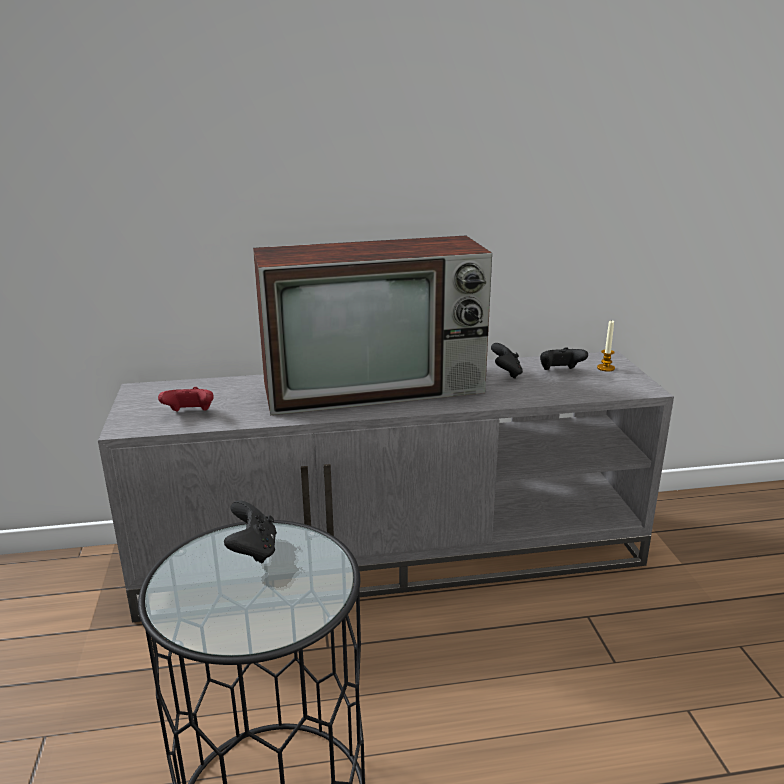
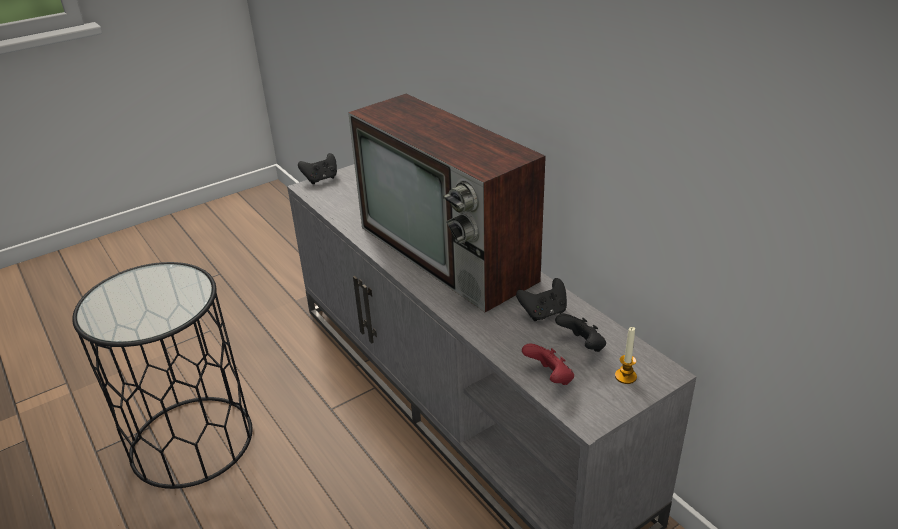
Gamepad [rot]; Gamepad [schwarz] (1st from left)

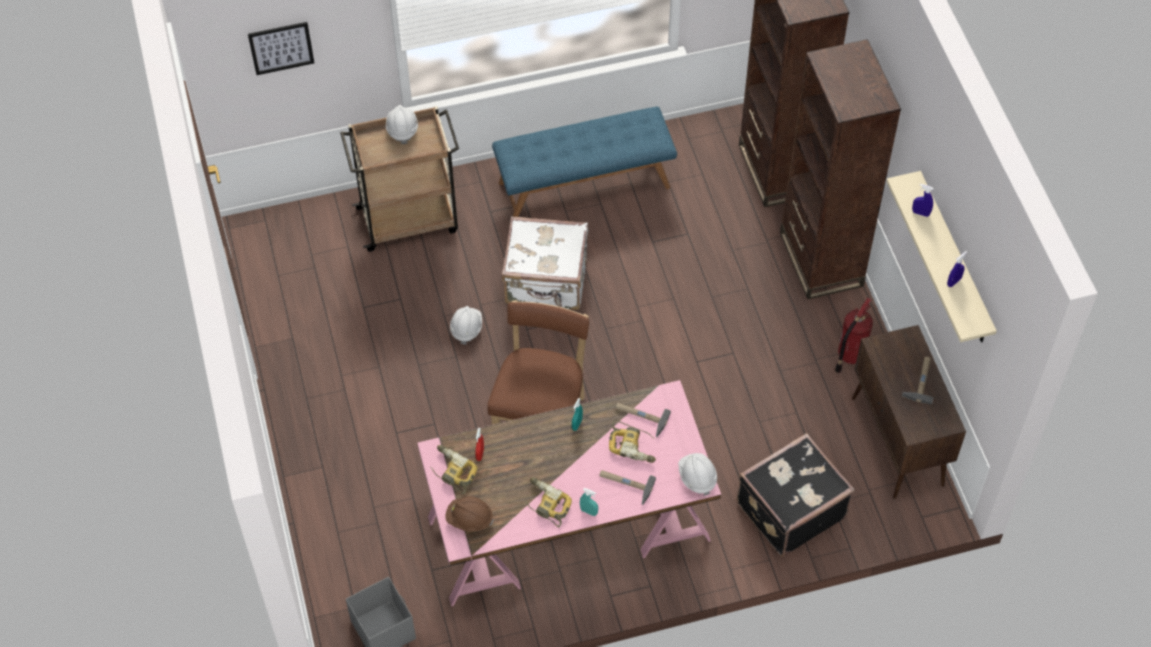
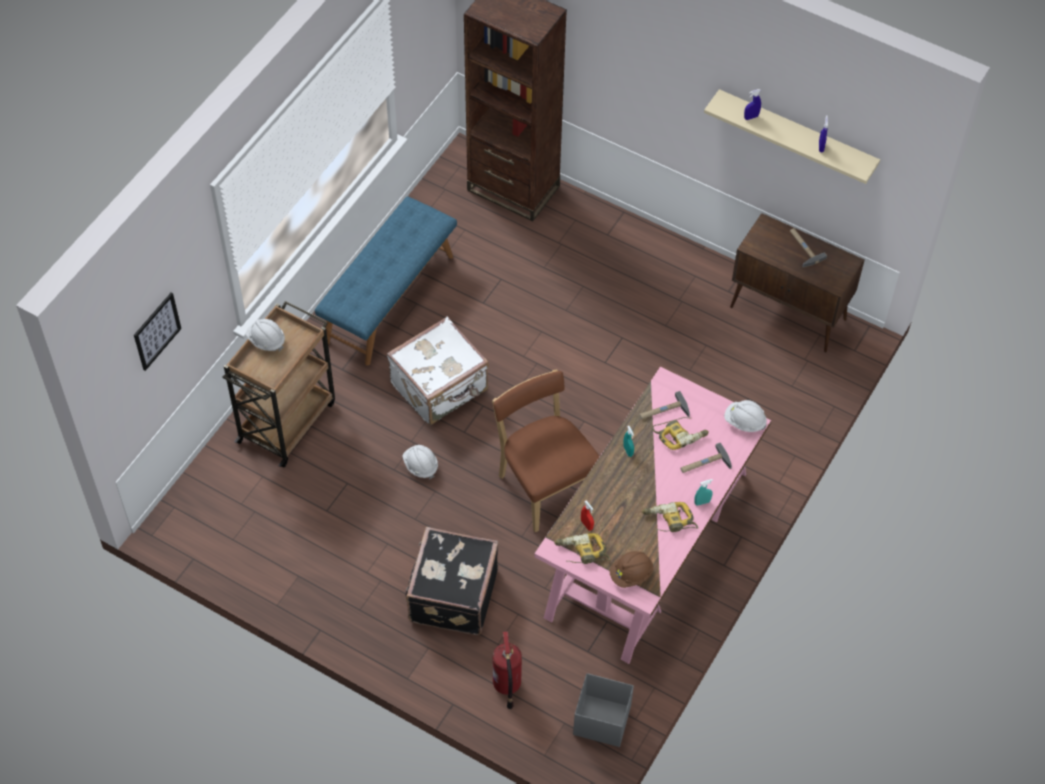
Bücherregal [braun] (2nd from left in the first image); Feuerlöscher; Koffer [schwarz]

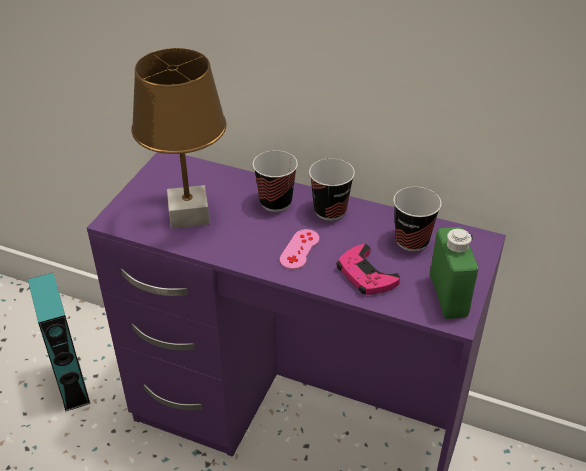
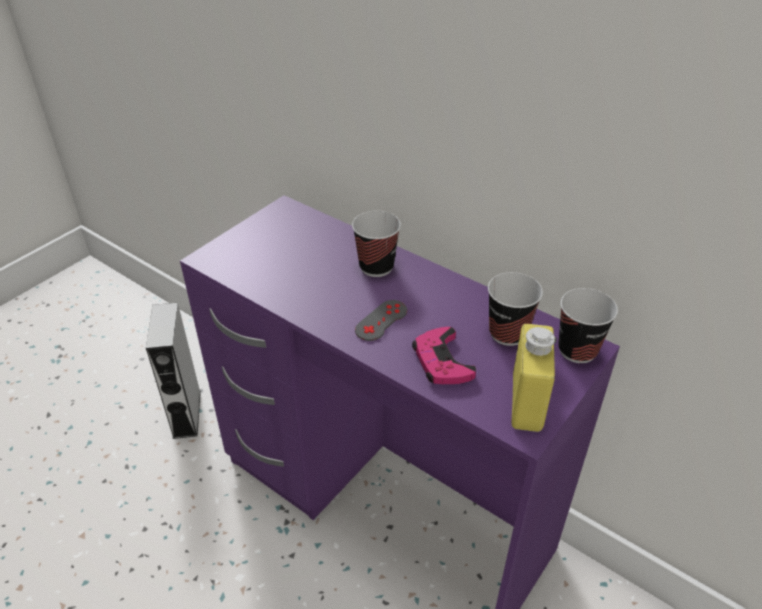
Tischlampe [braun]; Tasse (3rd from left); Flasche [gelb]; Gamepad [grau]; Lautsprecher [grau]

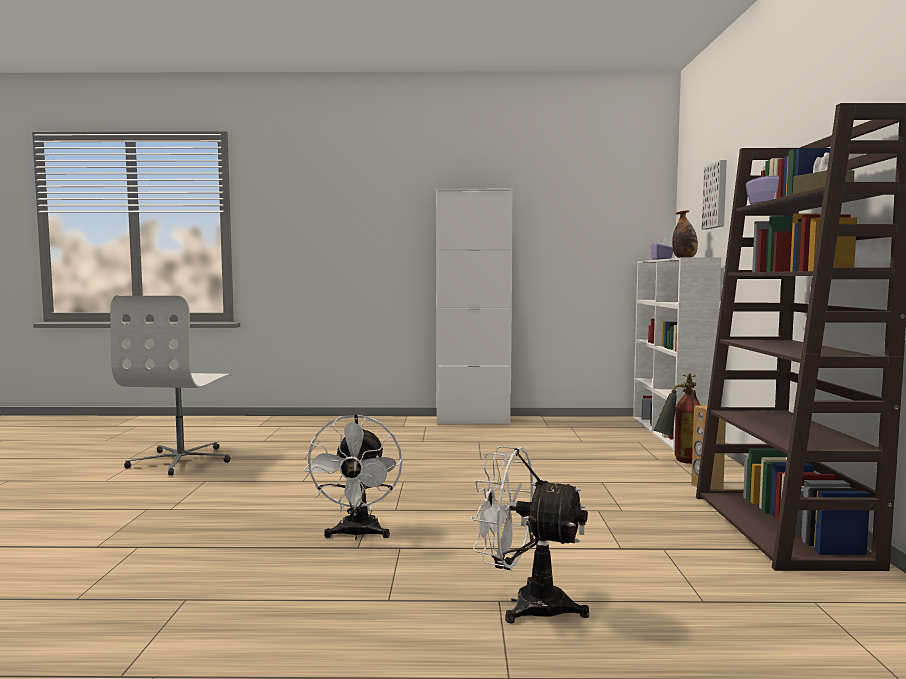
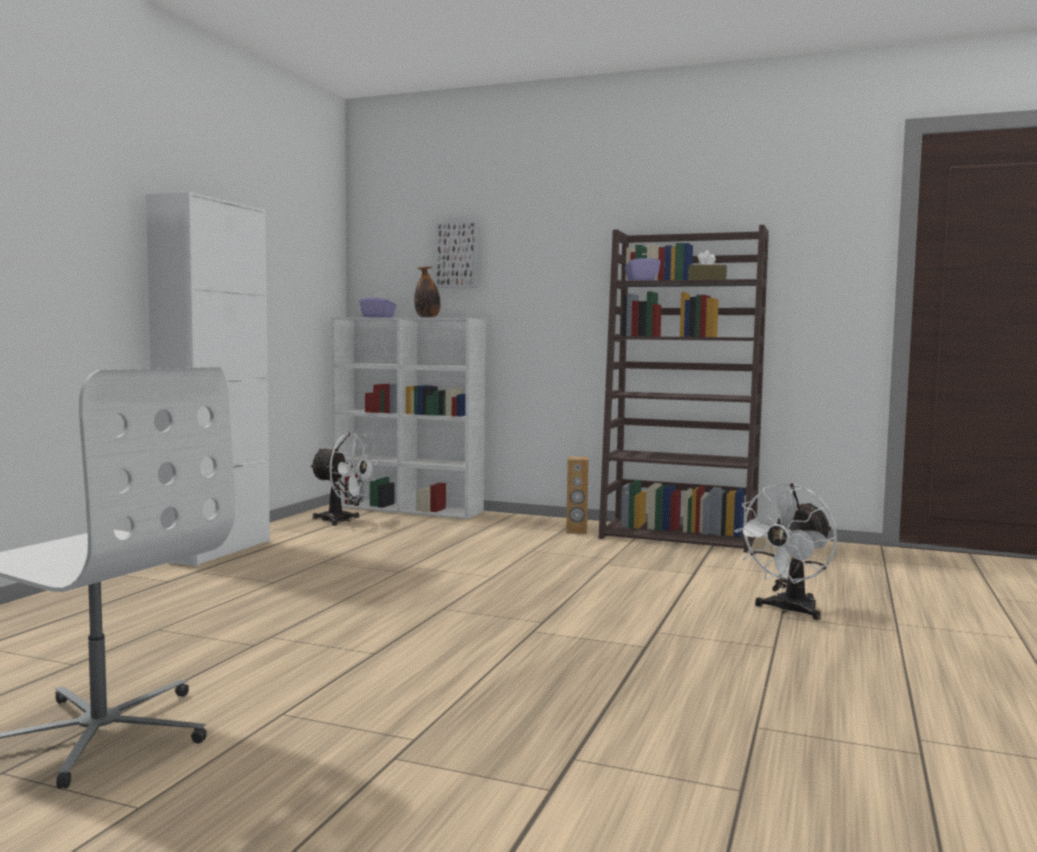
Feuerlöscher; Ventilator [weiß] (1st from left)

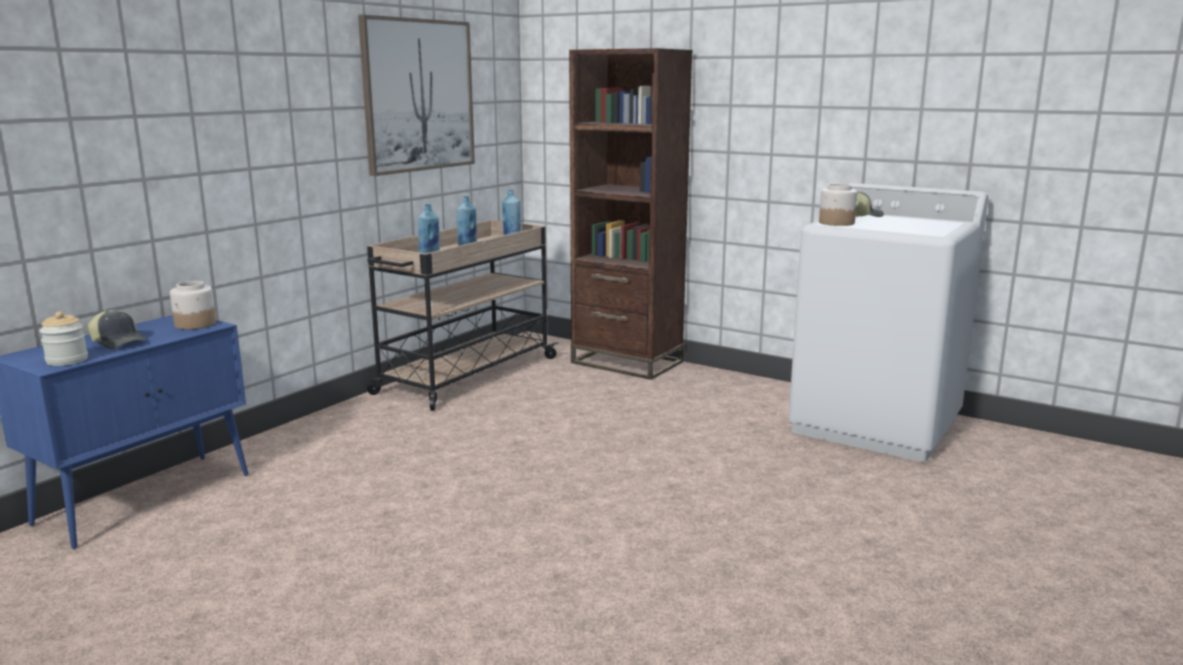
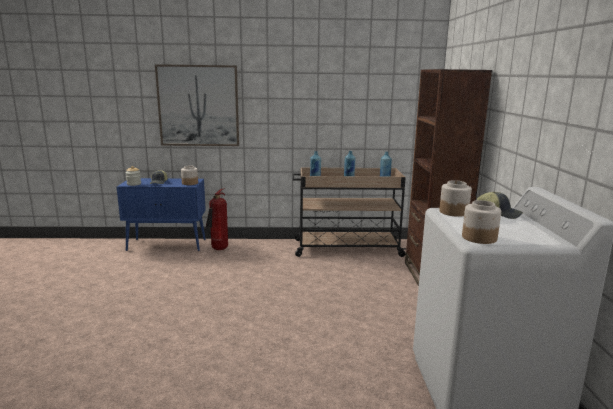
Bild; Feuerlöscher; Vorratsglas (4th from left)

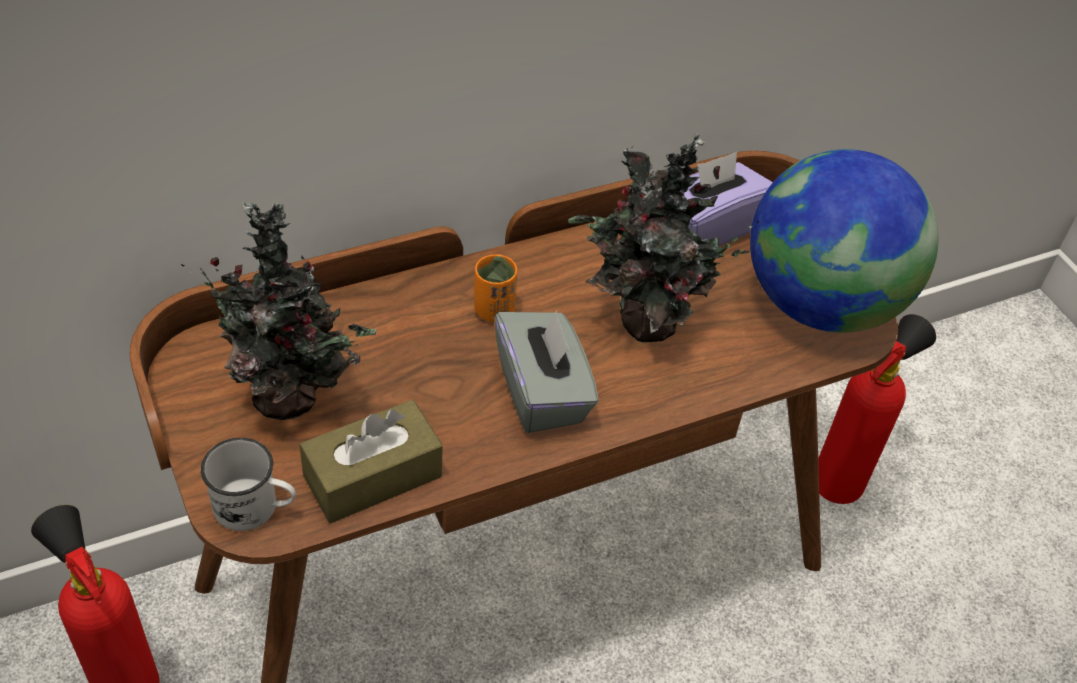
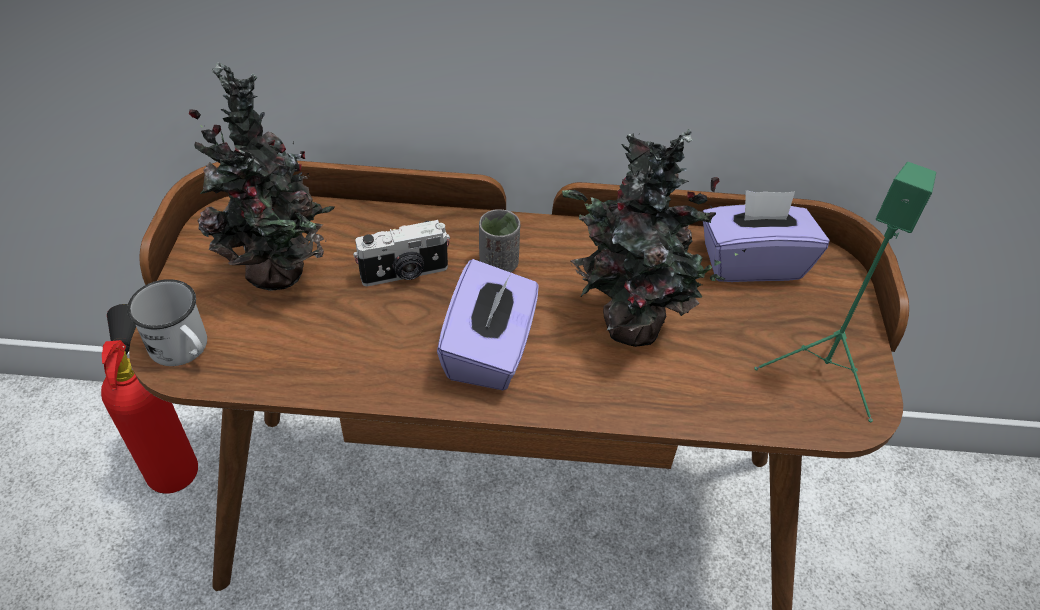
Lautsprecher [grün]; Tasse [grau]; Taschentuchbox [lila] (1st from left); Feuerlöscher (2nd from left in the first image); Taschentuchbox [braun]; Kamera

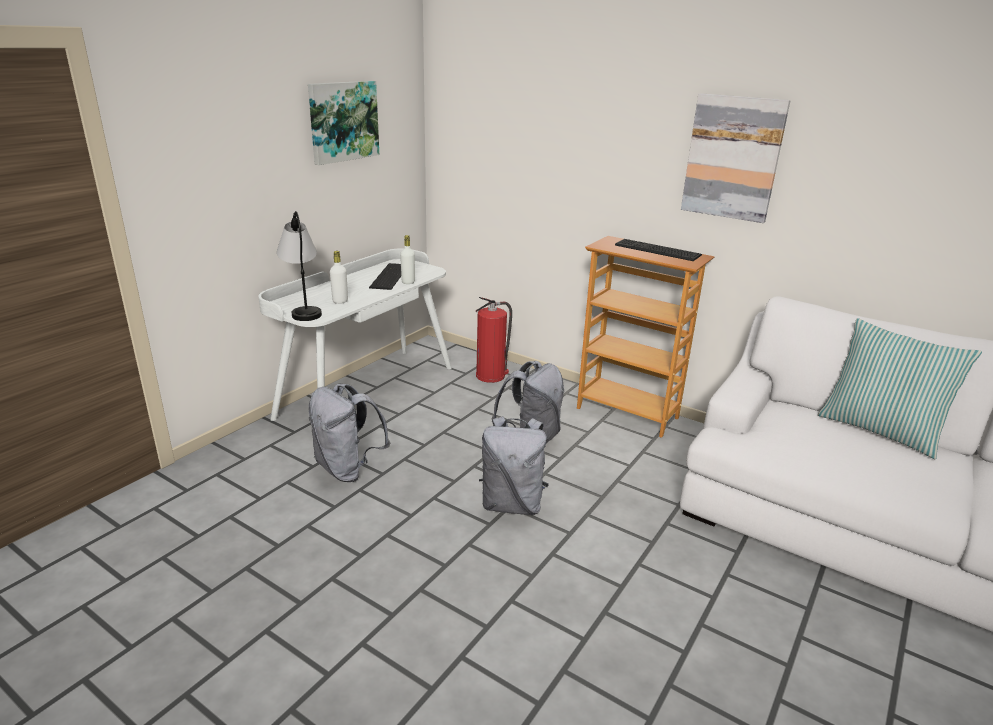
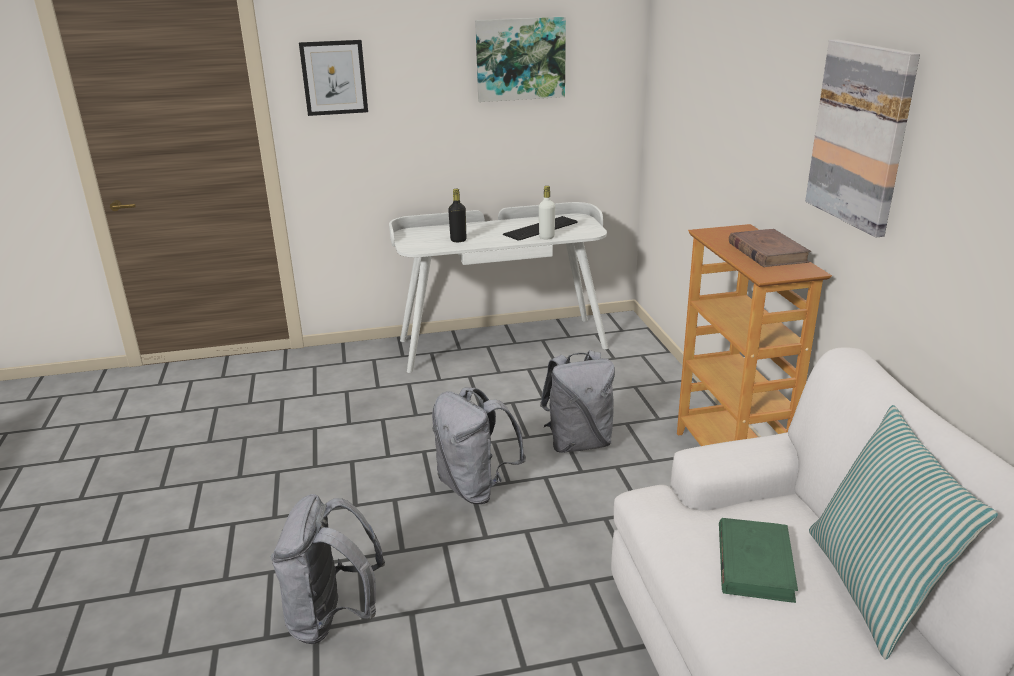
Tischlampe; Buch [braun]; Flasche [schwarz]; Feuerlöscher; Rucksack [grau] (1st from left); Bild (1st from left); Buch [grün]

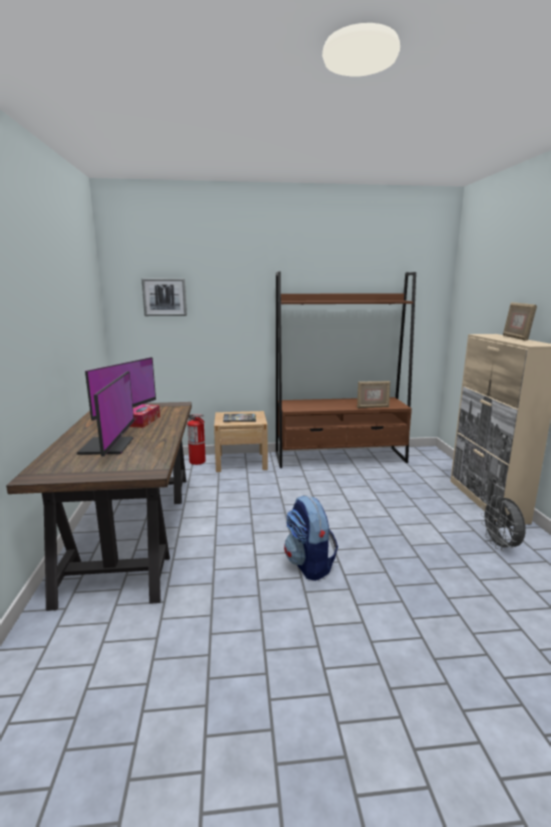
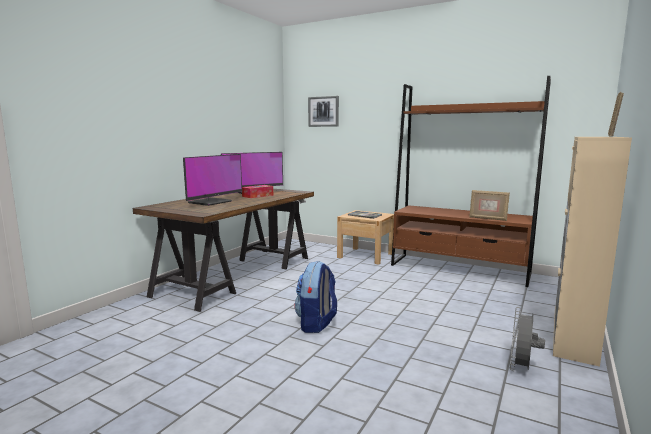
Feuerlöscher

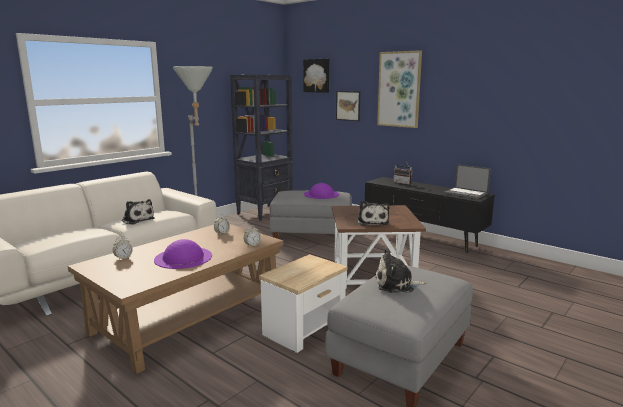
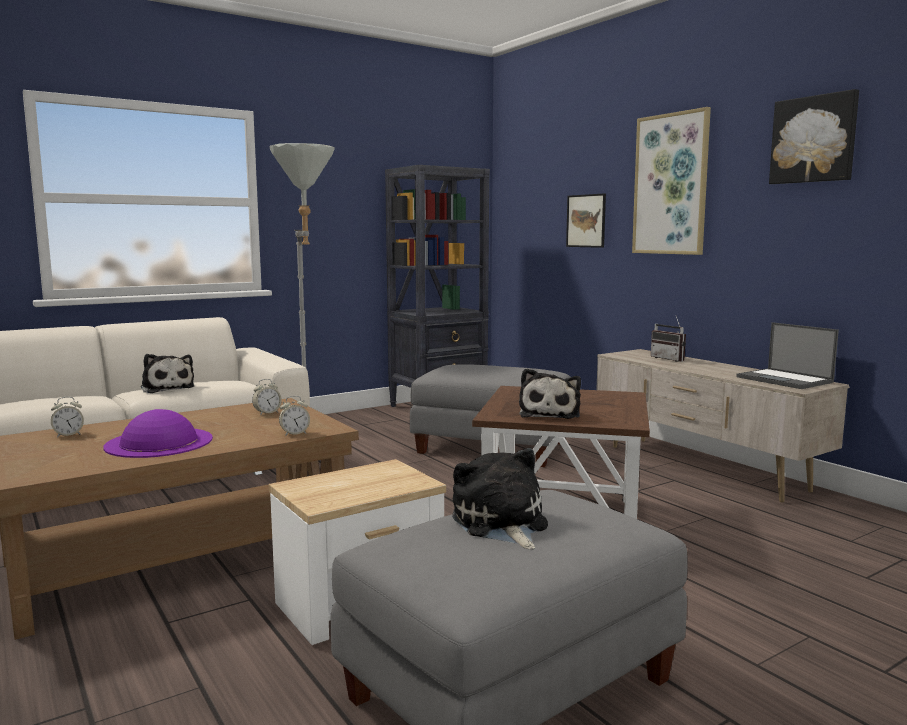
Bild (3rd from left); Fernsehschrank [beige]; Hut [lila] (2nd from left in the first image); Plüschtier (2nd from left)

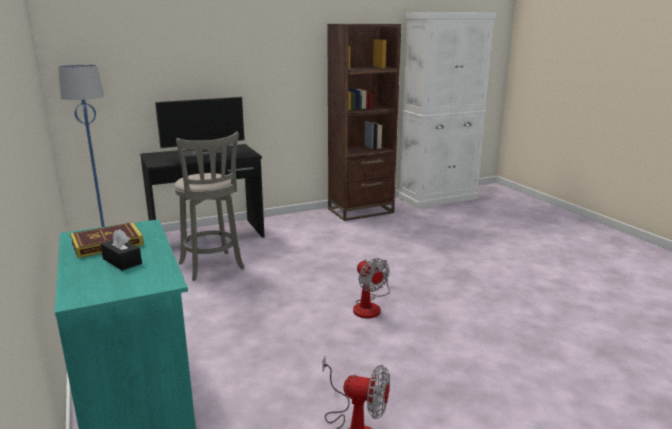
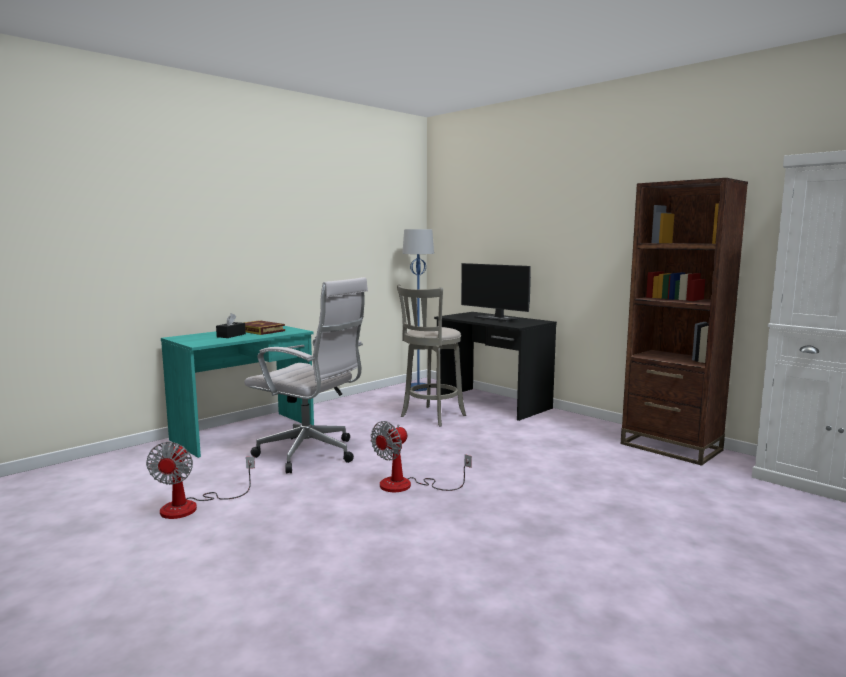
Bürostuhl [weiß]

